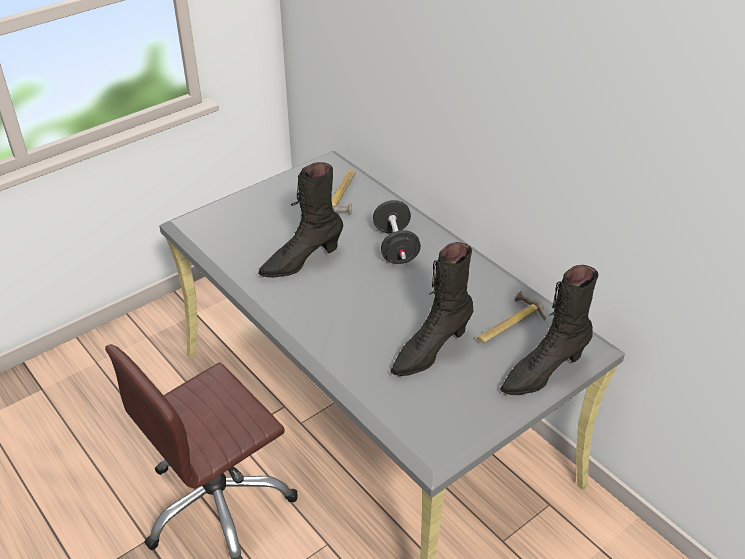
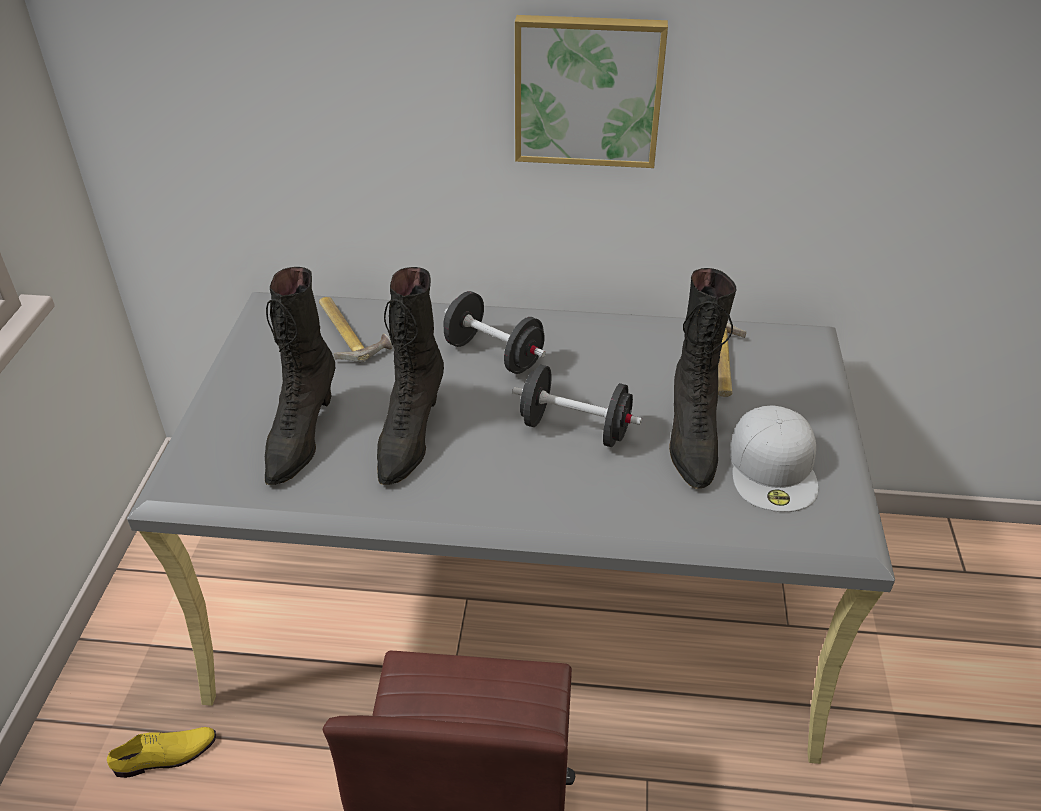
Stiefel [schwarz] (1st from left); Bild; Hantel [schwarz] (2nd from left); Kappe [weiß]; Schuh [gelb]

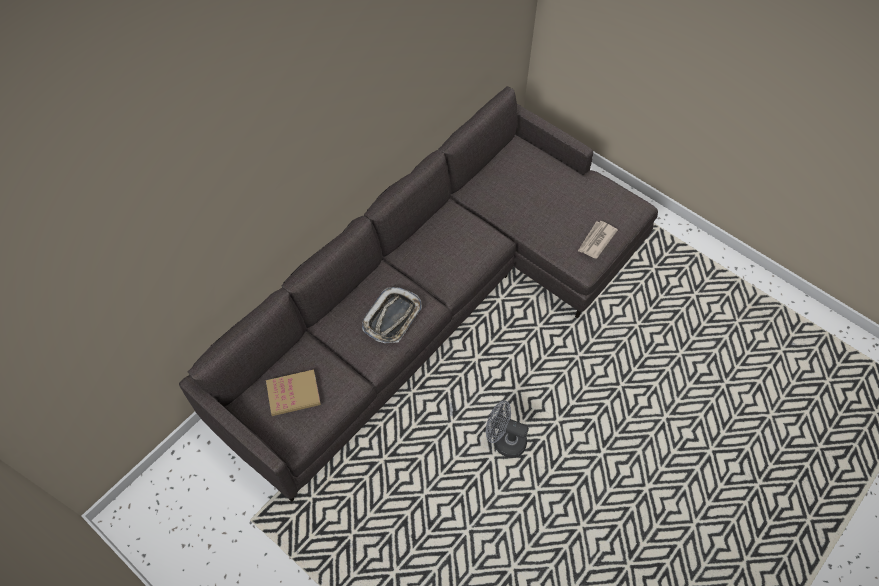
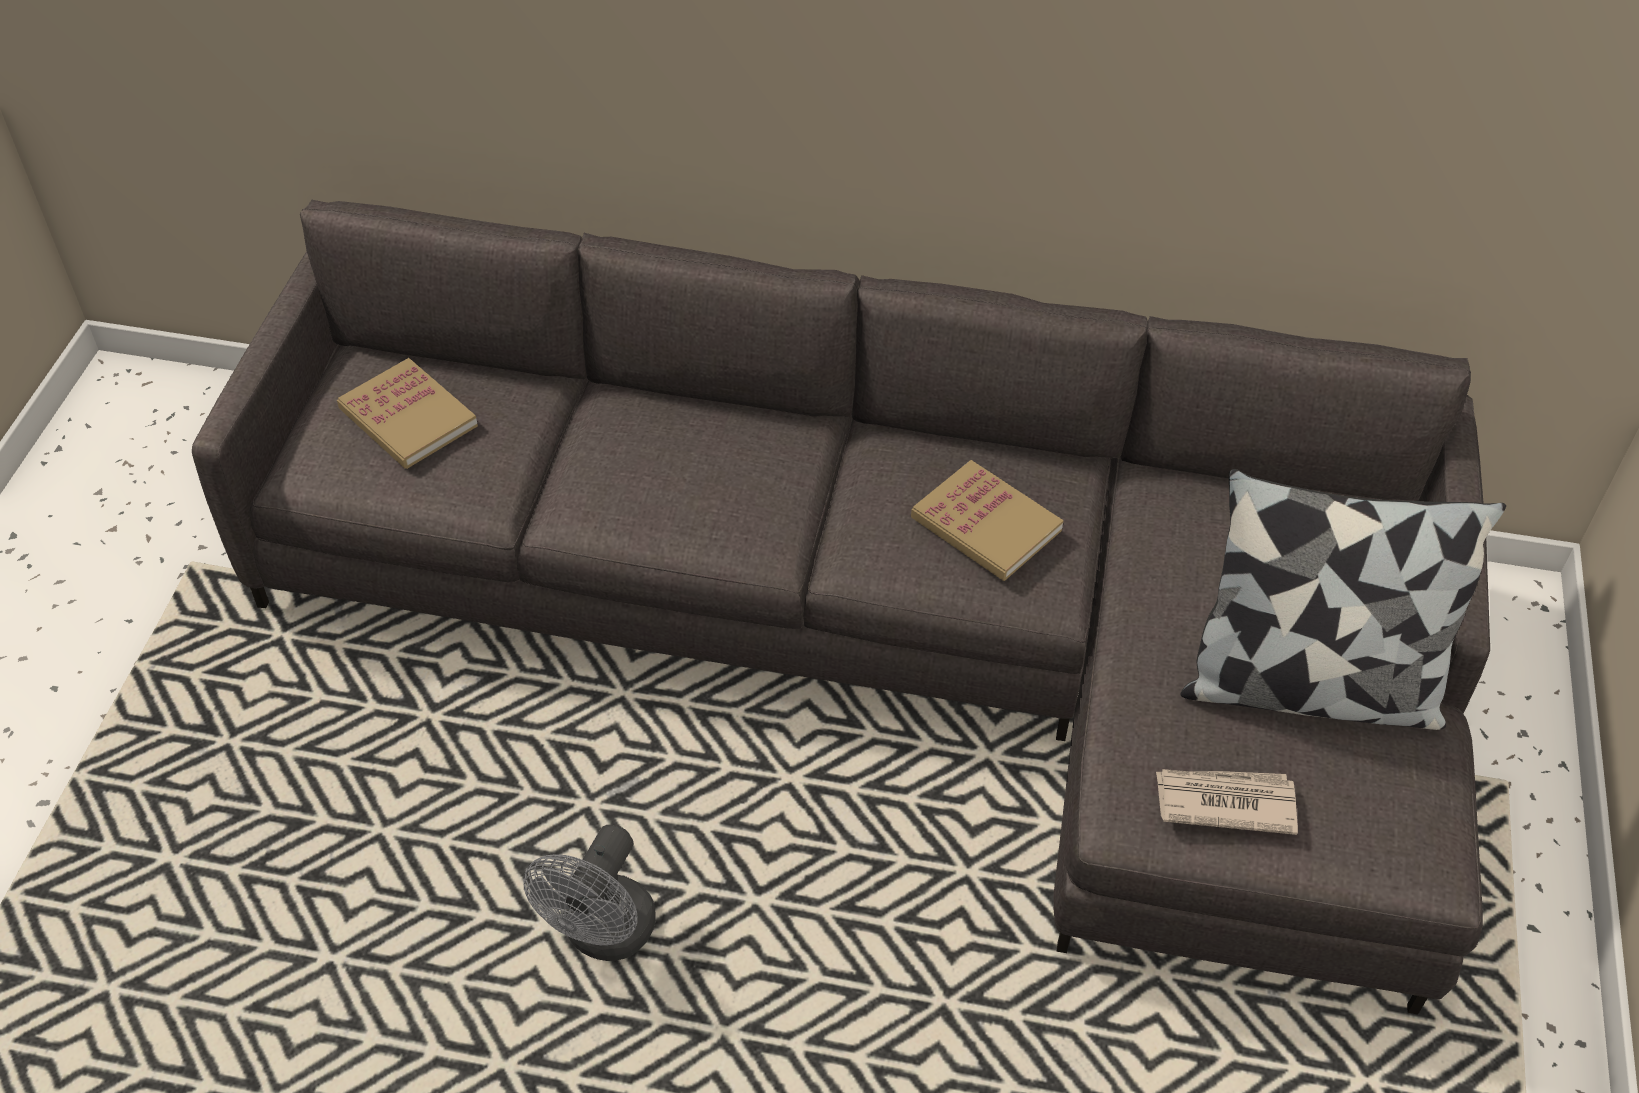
Tablett; Ventilator [grau]; Buch (2nd from left); Kissen

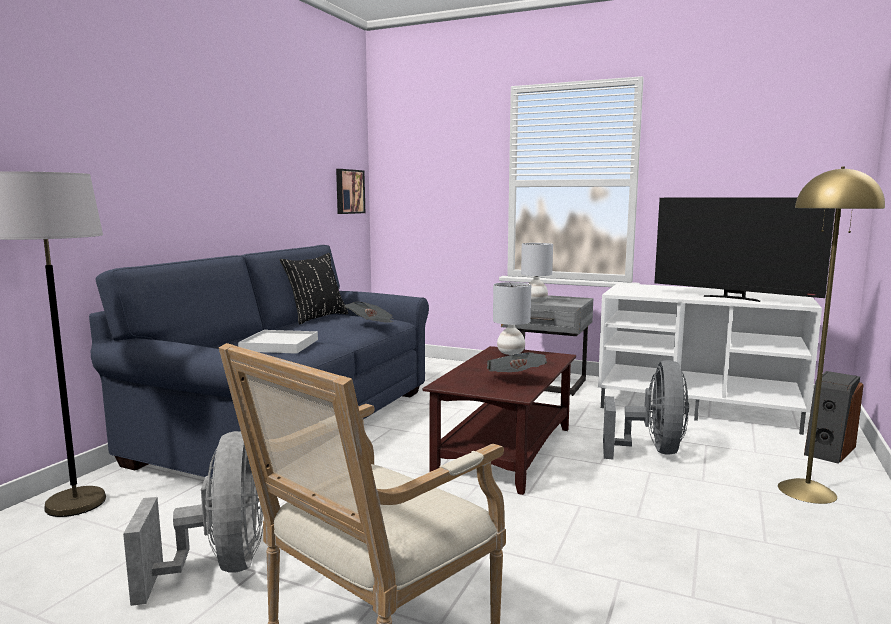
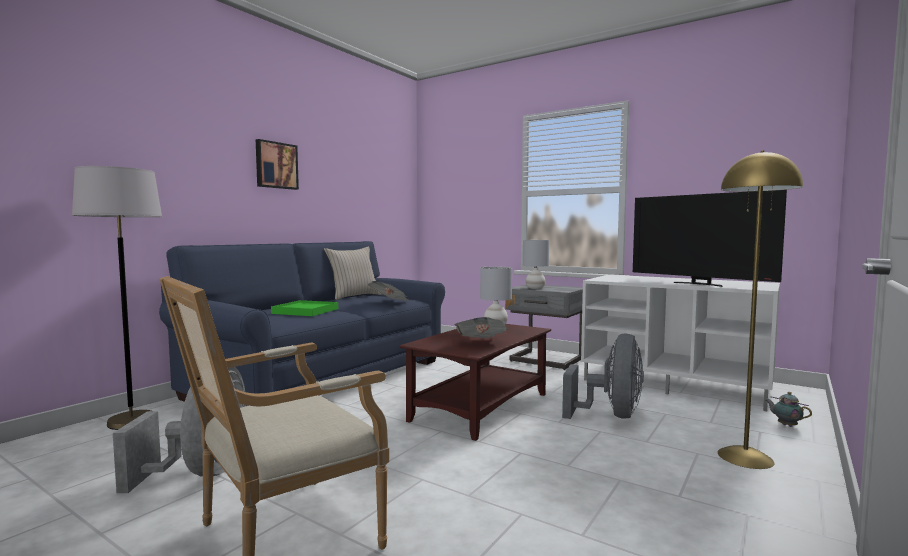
Bild; Kissen [beige]; Tablett [grün]; Teekanne

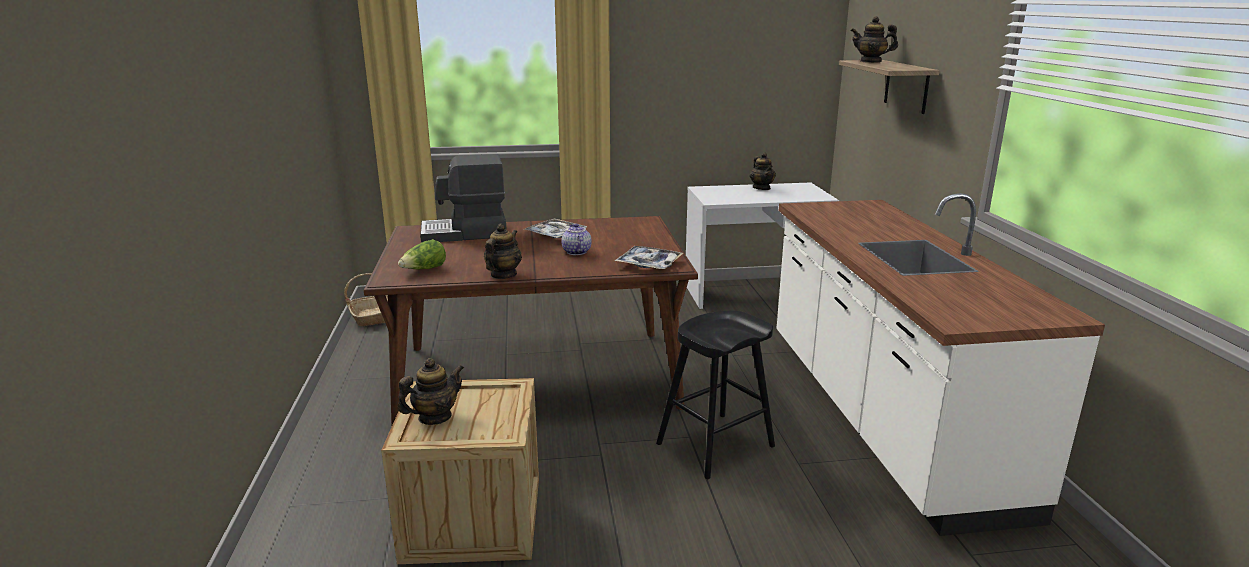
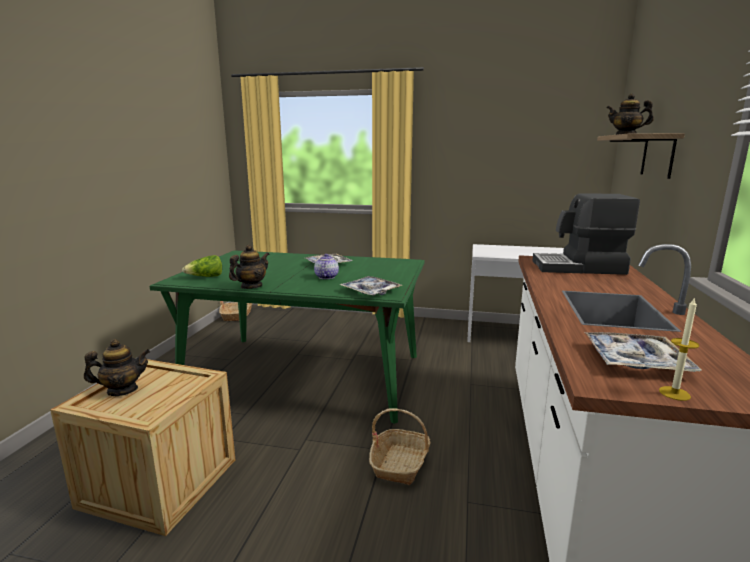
Teekanne (4th from left in the first image); Kaffeemaschine; Esstisch [grün]; Korb (2nd from left); Kerze; Tablett (3rd from left)

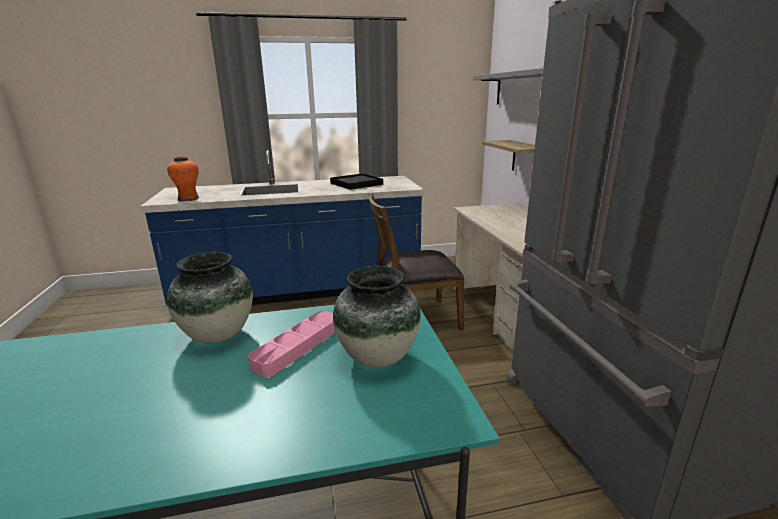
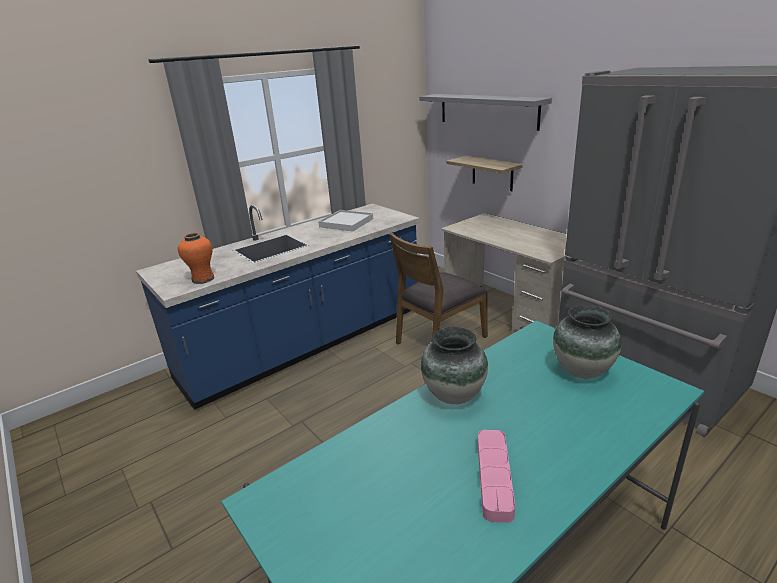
Tablett [weiß]; Tablett [rosa]

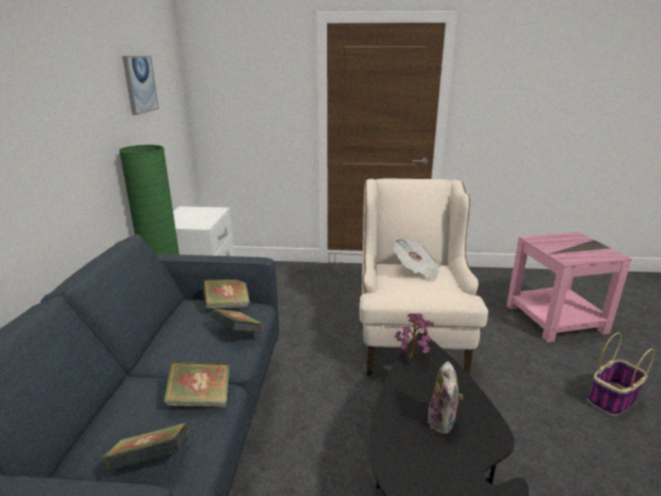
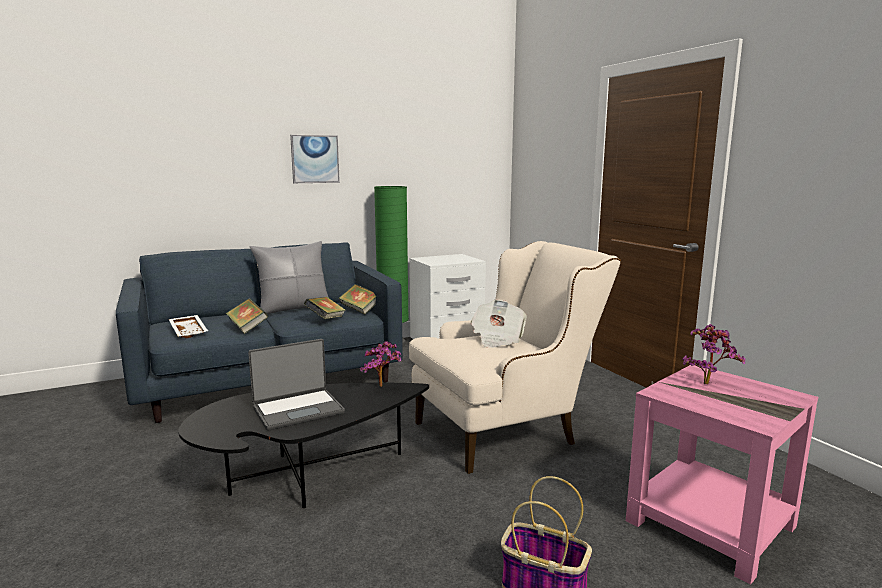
Bild; Laptop; Tablett [weiß]; Kissen [grau]; Topfpflanze (2nd from left)

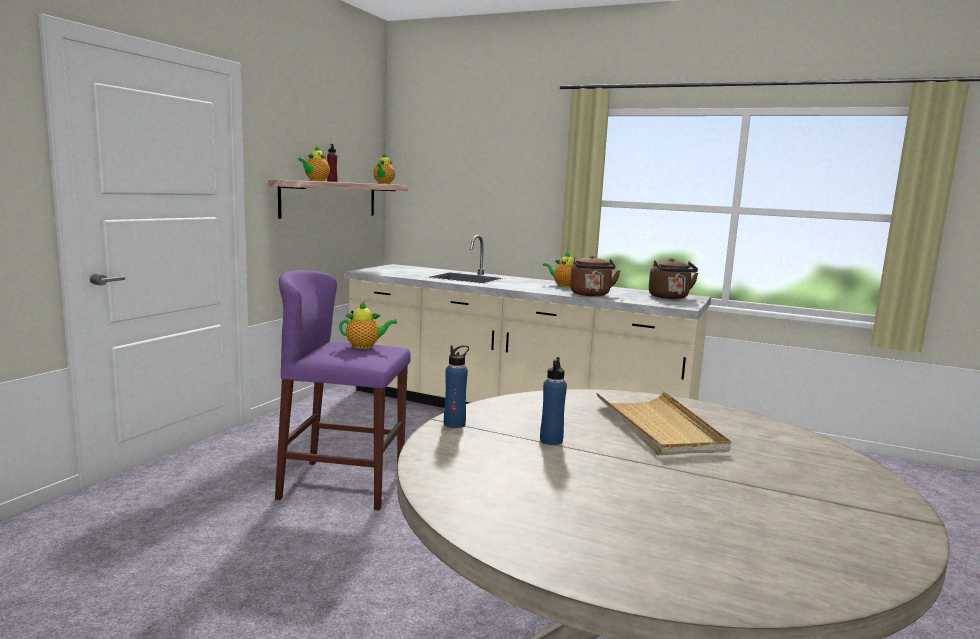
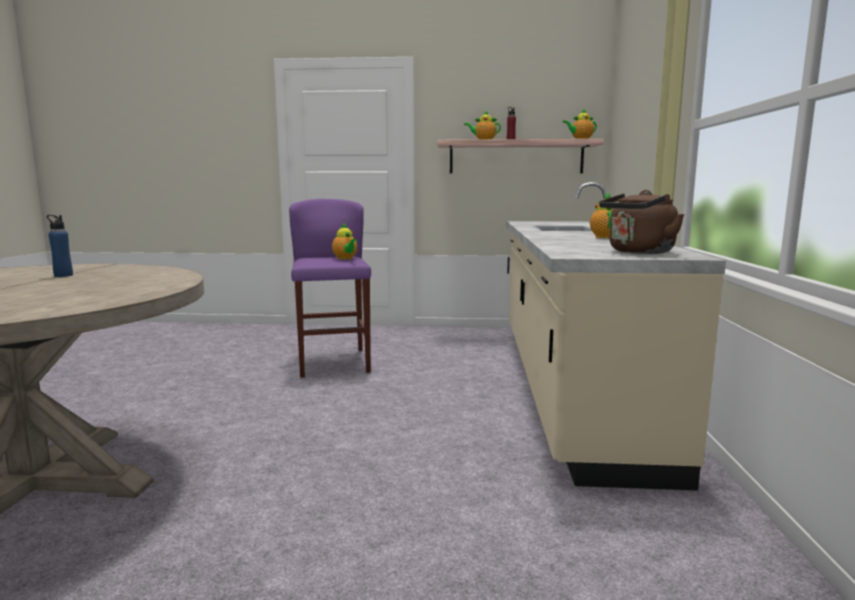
Wasserkessel [braun] (1st from left in the first image); Flasche [blau] (1st from left in the first image); Tablett [beige]

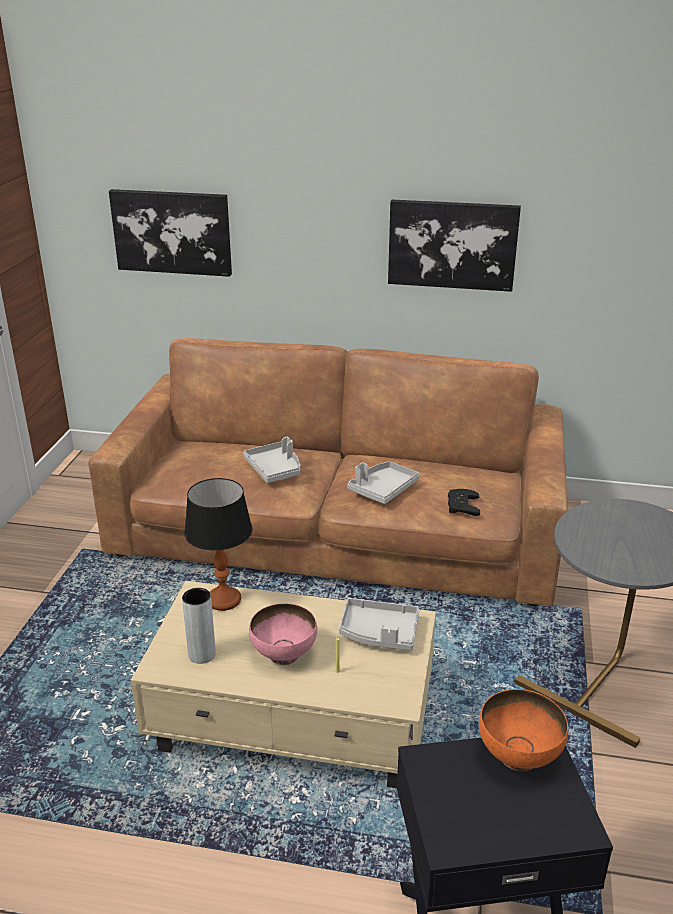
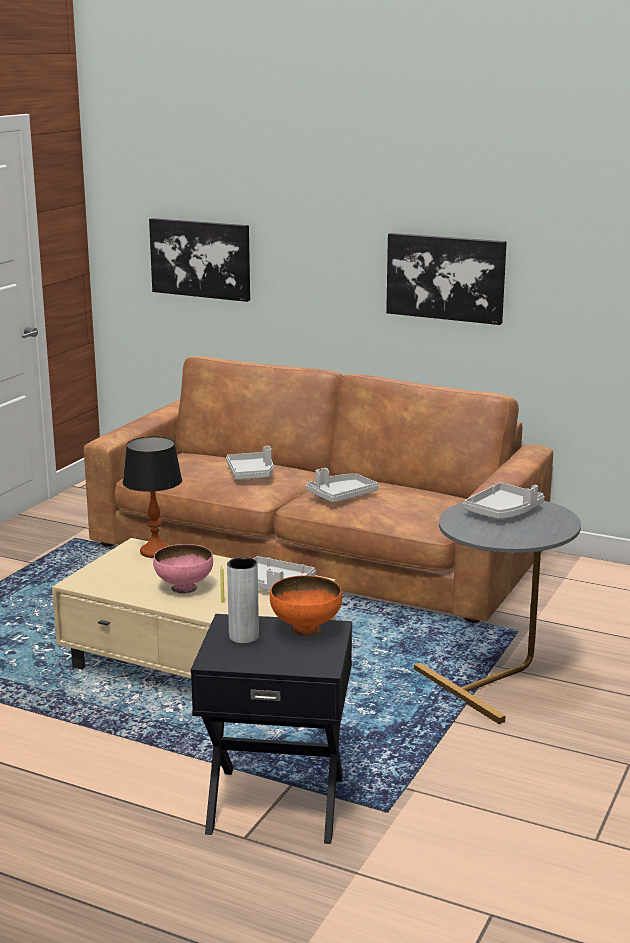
Gamepad [schwarz]; Vase [grau]; Tablett [grau] (4th from left)

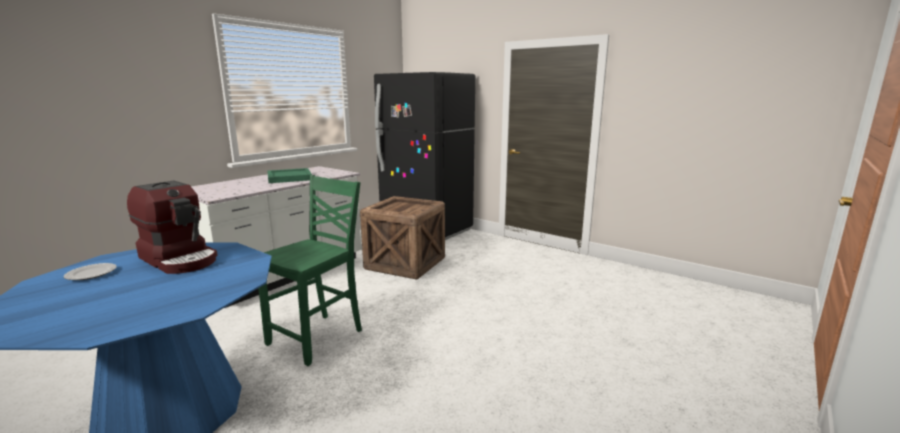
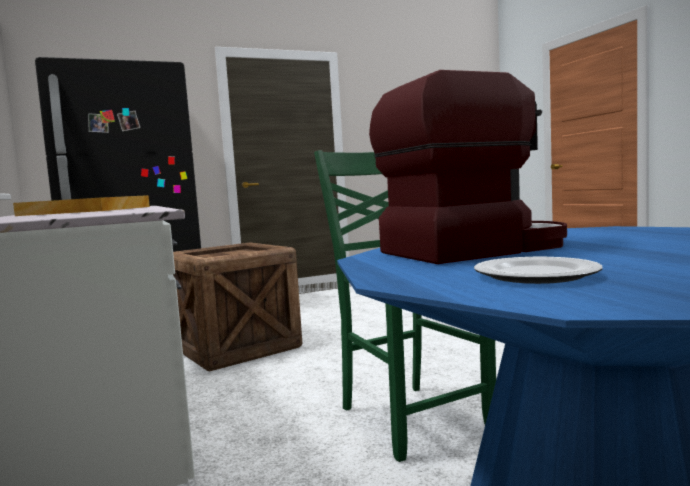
Tablett [beige]

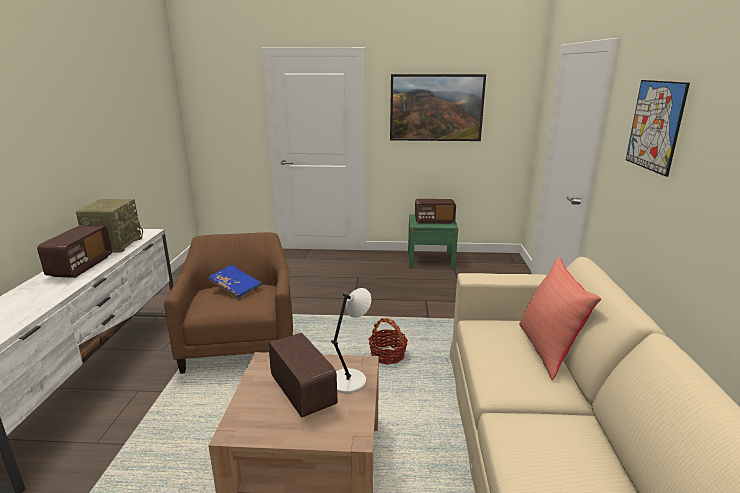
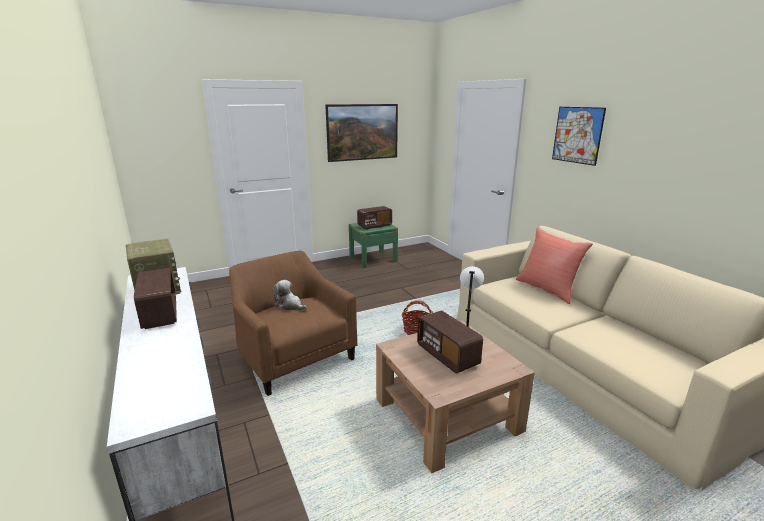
Plüschtier; Radio (4th from left)

